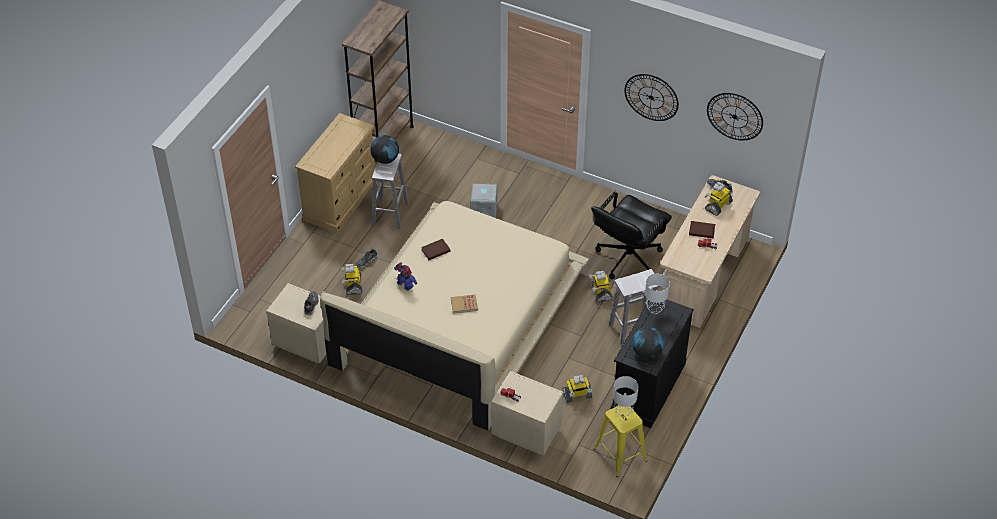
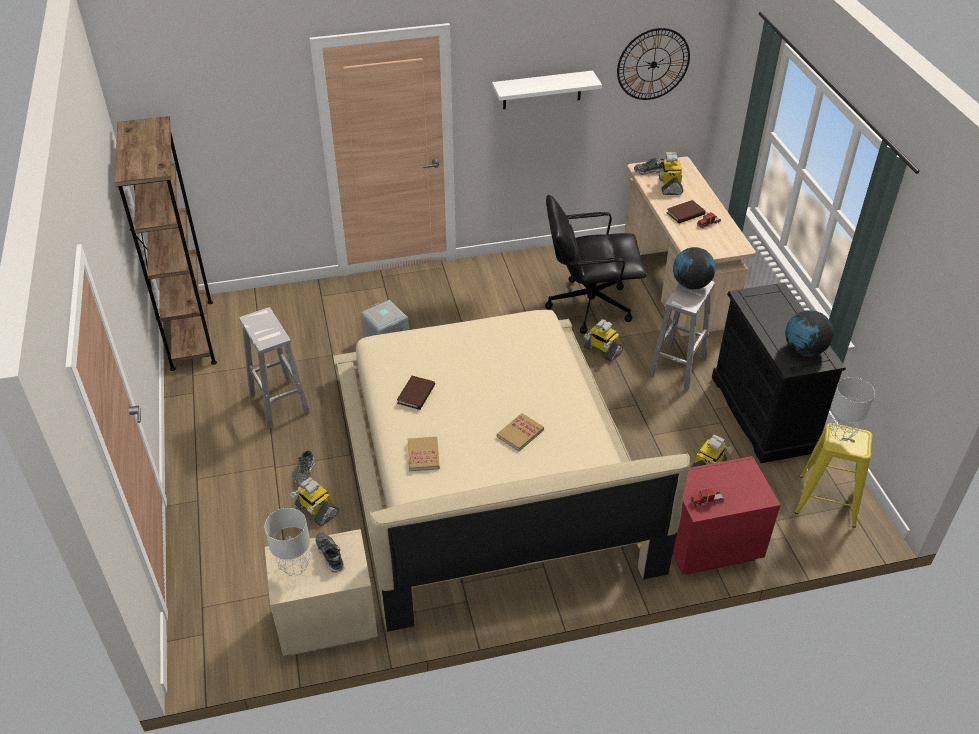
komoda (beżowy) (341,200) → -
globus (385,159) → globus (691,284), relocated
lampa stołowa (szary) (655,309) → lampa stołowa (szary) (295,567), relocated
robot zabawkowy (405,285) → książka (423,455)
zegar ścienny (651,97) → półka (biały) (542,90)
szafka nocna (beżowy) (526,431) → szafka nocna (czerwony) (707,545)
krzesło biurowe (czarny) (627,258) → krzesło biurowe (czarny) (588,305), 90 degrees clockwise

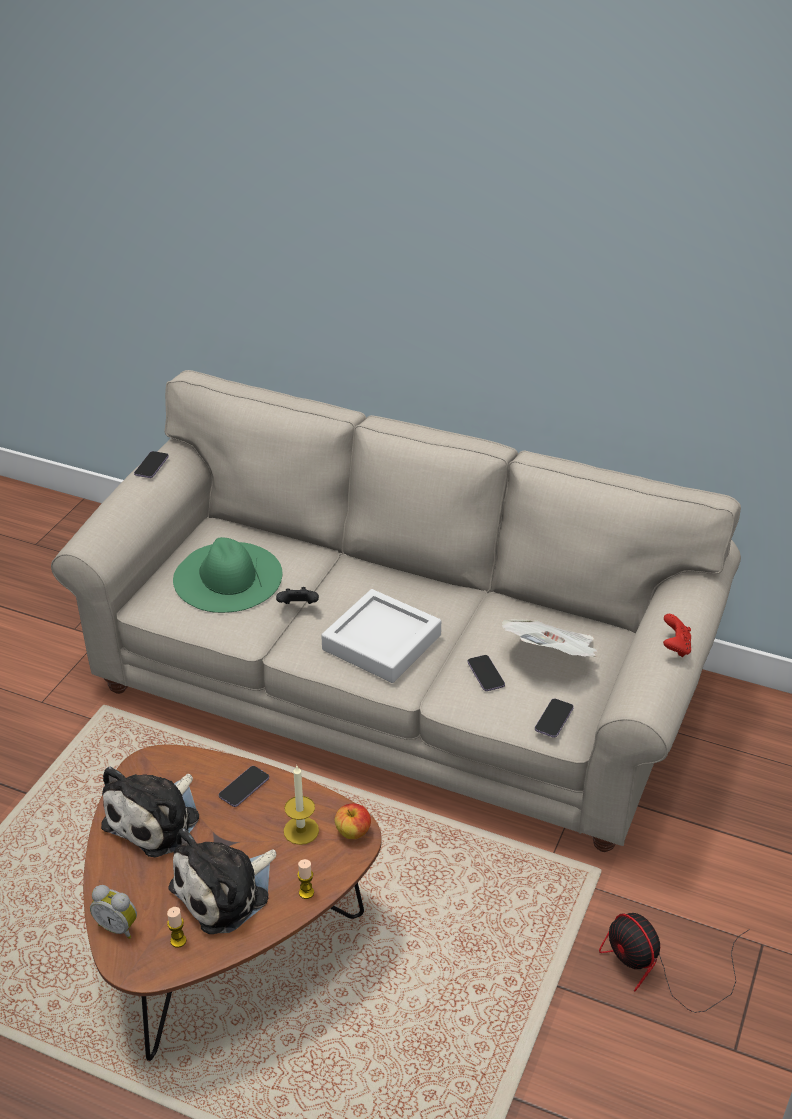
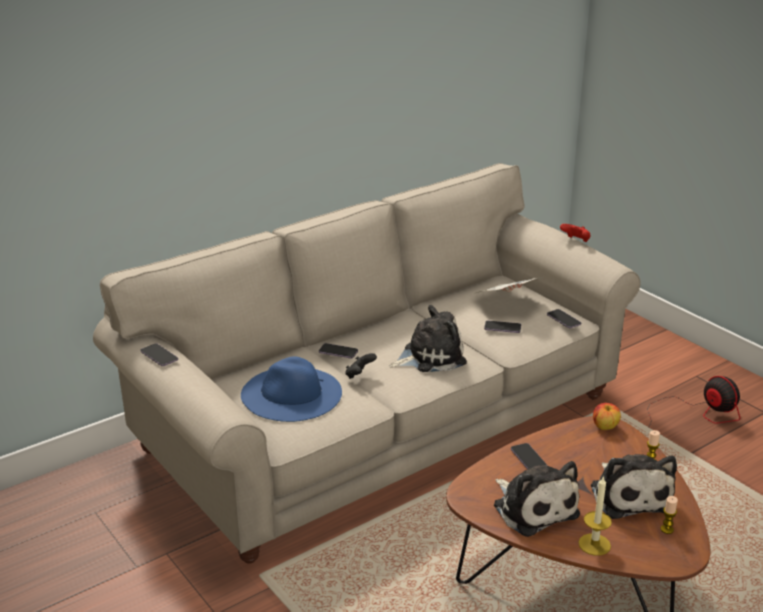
budzik (118,926) → -
- → telefon (338,352)
świeca (301,830) → świeca (594,544), relocated
taca (szary) (381,642) → pluszak (430,356)
kapelusz (zielony) (227,576) → kapelusz (niebieski) (291,393)
wentylator (660,969) → wentylator (697,414), 120 degrees counterclockwise

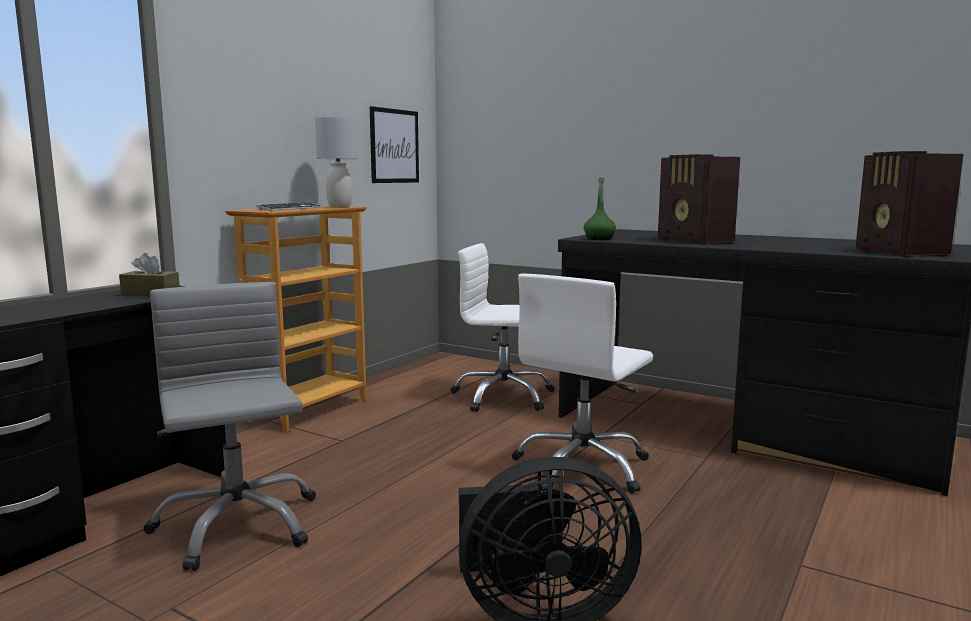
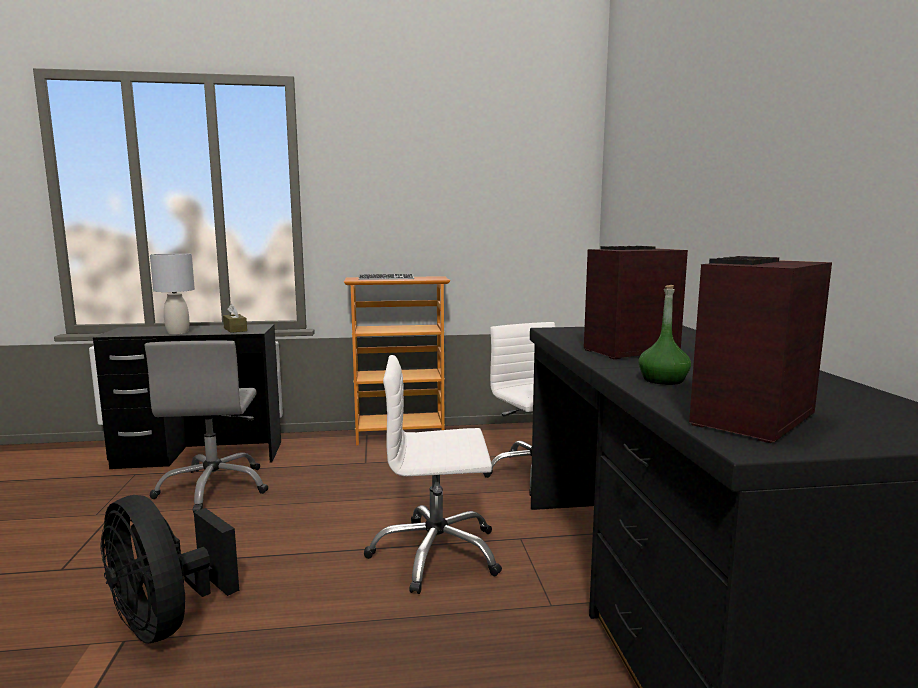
obraz (394,146) → -
lampa stołowa (szary) (339,206) → lampa stołowa (szary) (178,332), relocated
butelka (zielony) (599,239) → butelka (zielony) (663,380), relocated
krzesło biurowe (szary) (236,525) → krzesło biurowe (szary) (214,488), 150 degrees clockwise
radio (695,241) → radio (628,351), 45 degrees clockwise

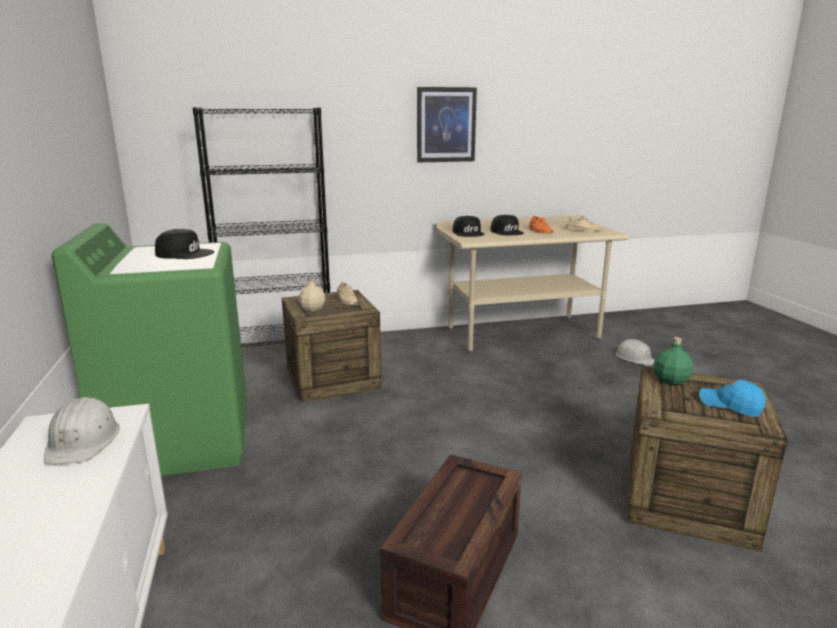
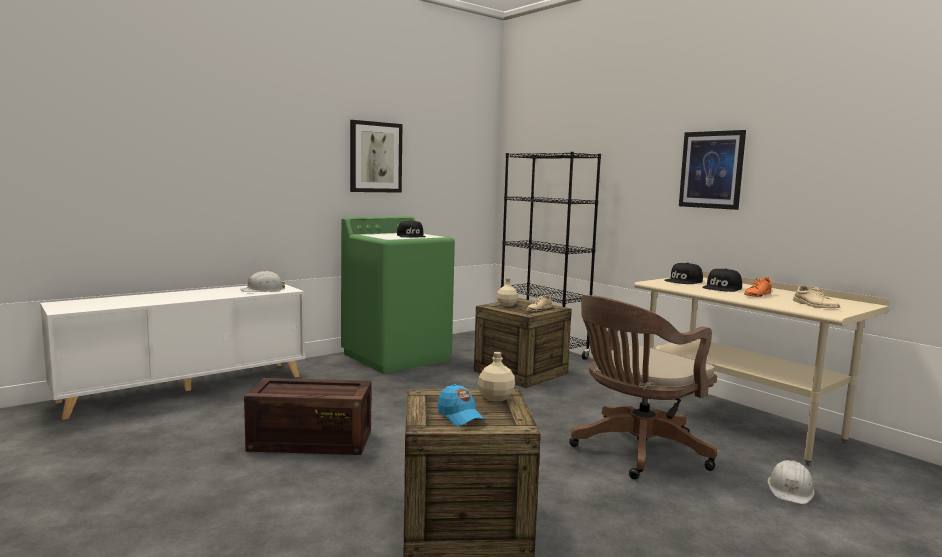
- → obraz (375,157)
- → krzesło biurowe (brązowy) (636,451)
butelka (zielony) (670,380) → butelka (beżowy) (496,397)
czapka z daszkiem (niebieski) (730,405) → czapka z daszkiem (niebieski) (460,417), 135 degrees clockwise

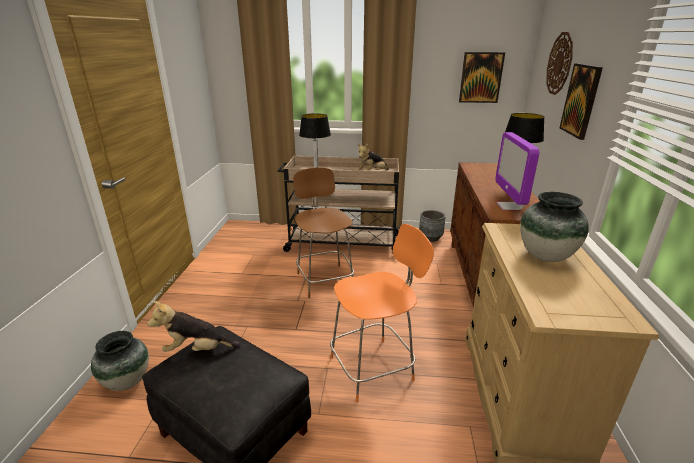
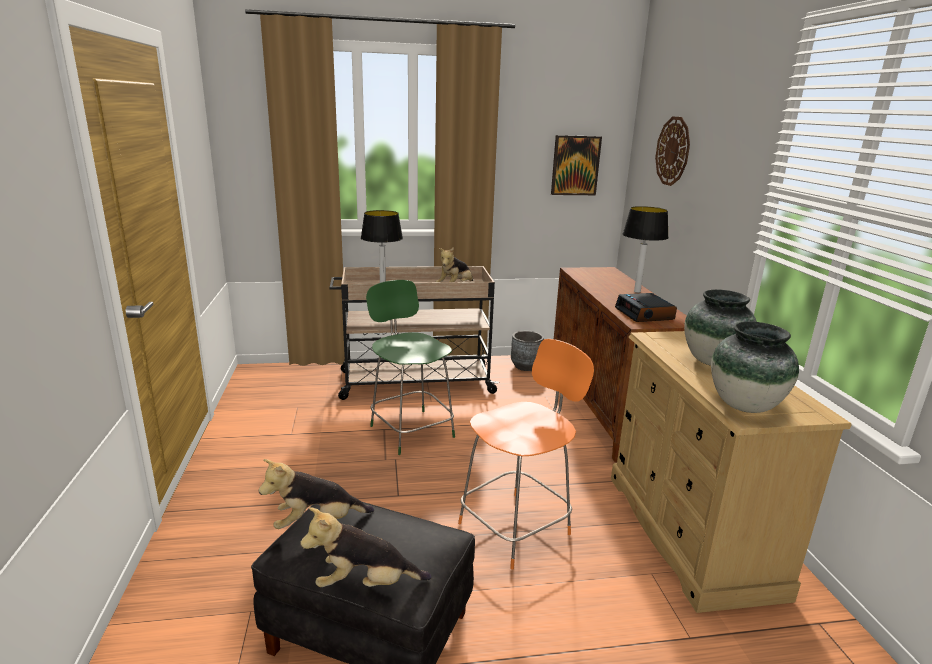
obraz (581,100) → -
- → pluszak (365,583)
wazon (128,381) → wazon (745,406), relocated
monitor (509,206) → budzik (645,314)
krzesło (brązowy) (324,279) → krzesło (zielony) (410,430)

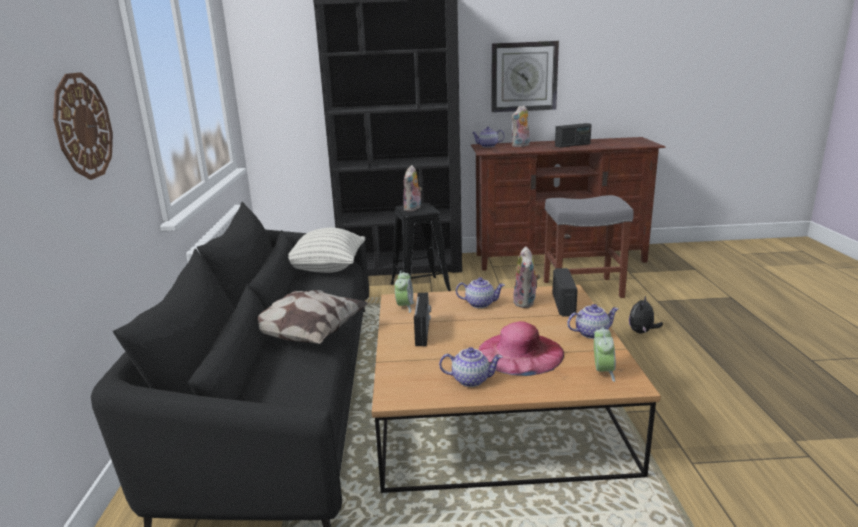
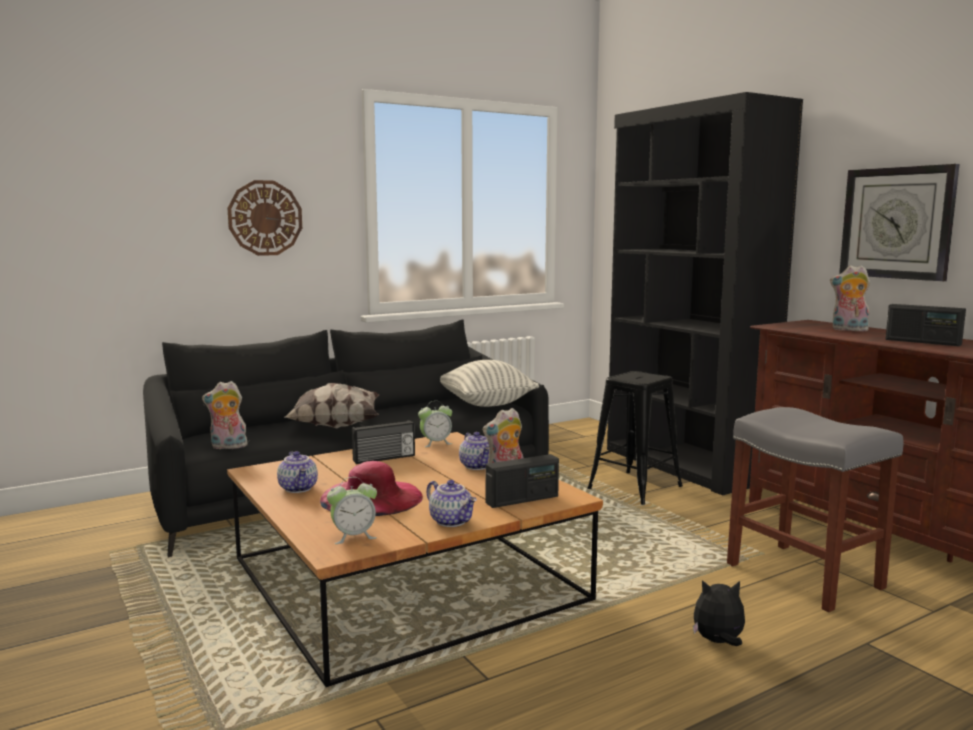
imbryk (487,146) → -
pluszak (413,209) → pluszak (228,447), relocated

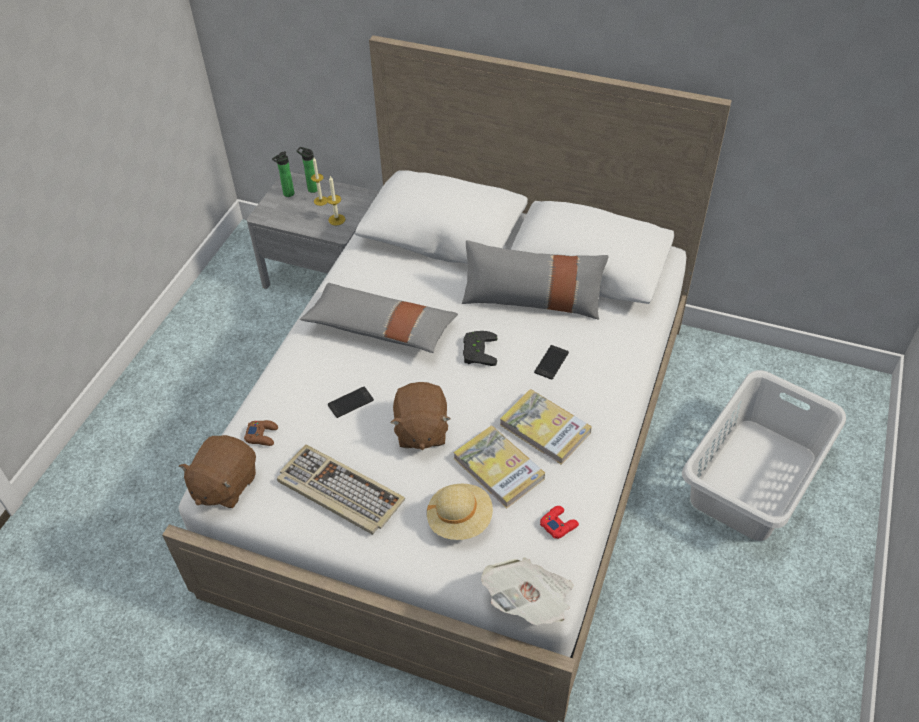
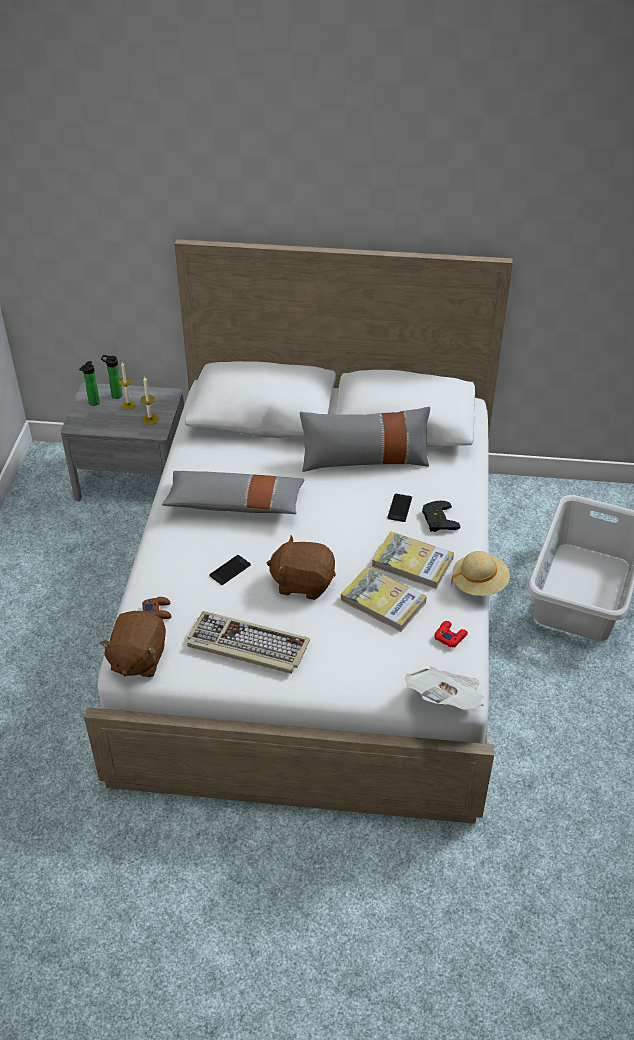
kapelusz (beżowy) (460,520) → kapelusz (beżowy) (479,584), relocated
pad do gier (czarny) (477,351) → pad do gier (czarny) (437,519), relocated
pluszak (brązowy) (421,430) → pluszak (brązowy) (303,582), 120 degrees clockwise

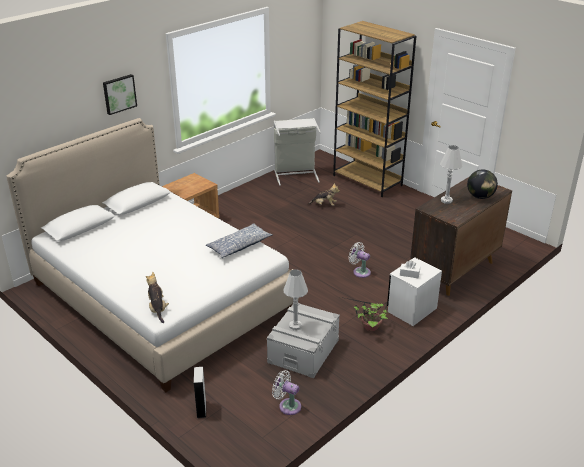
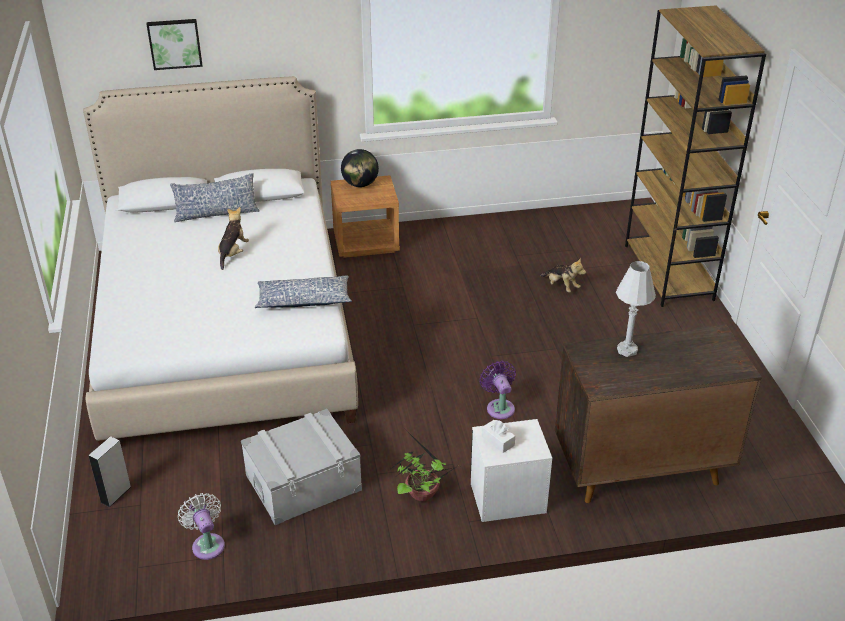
kosz na pranie (szary) (295,174) → -
lampa stołowa (biały) (295,326) → -
- → poduszka (216,213)
obraz (119,94) → obraz (175,43), relocated
pluszak (157,309) → pluszak (233,253), relocated
globus (480,197) → globus (360,184), relocated
wentylator (biały) (360,271) → wentylator (fioletowy) (499,407)

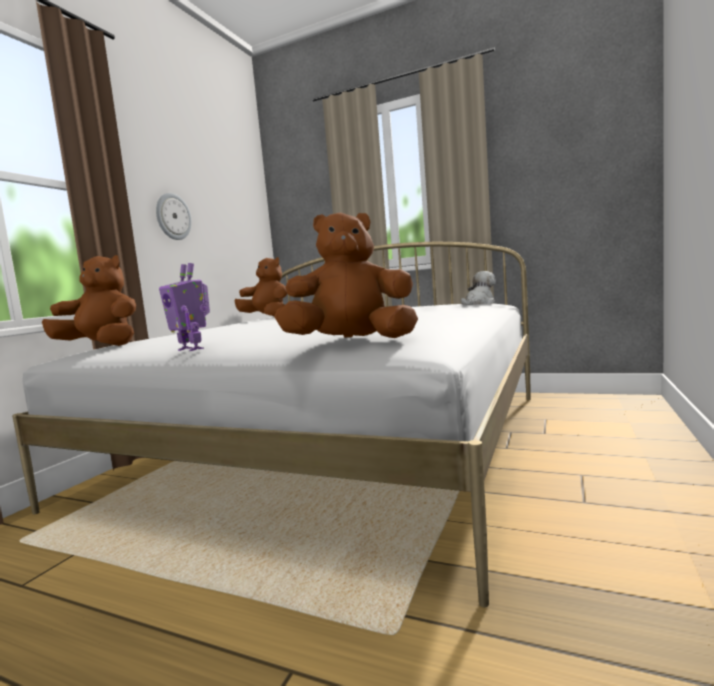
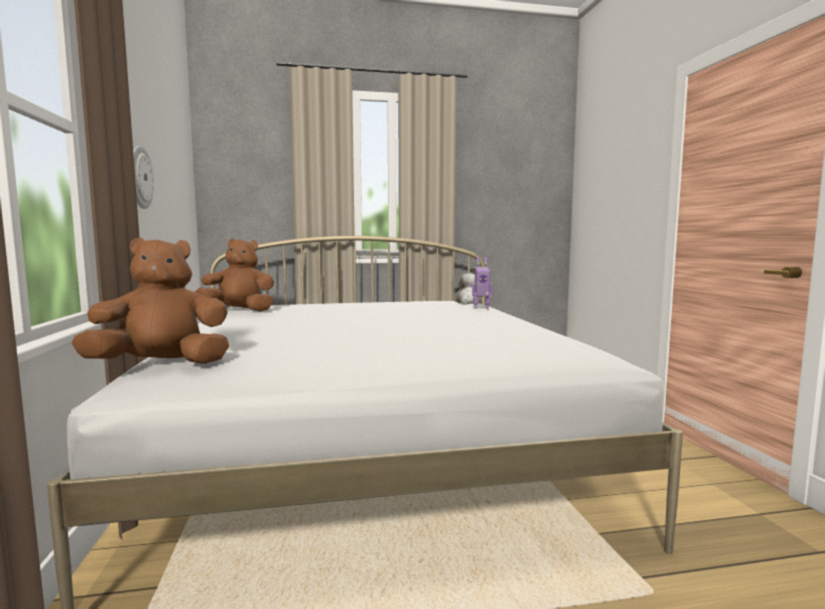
pluszak (brązowy) (352,341) → -
robot zabawkowy (192,349) → robot zabawkowy (481,308), relocated

